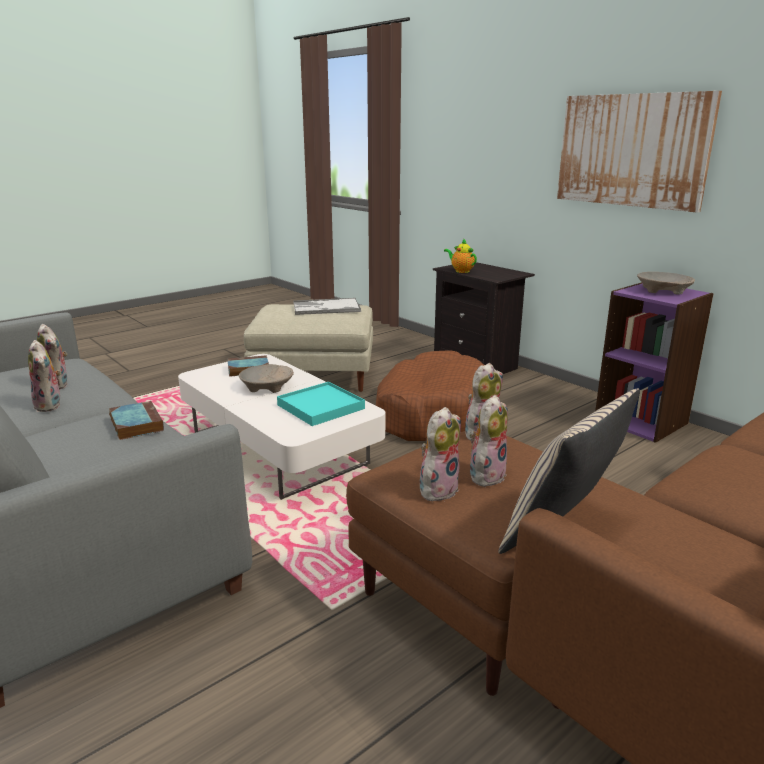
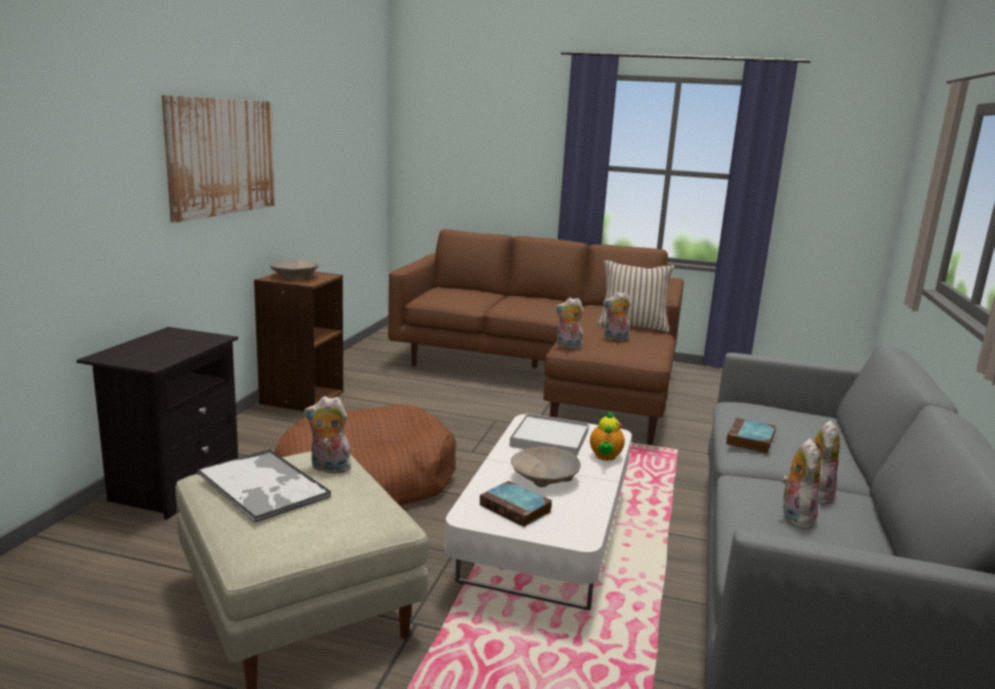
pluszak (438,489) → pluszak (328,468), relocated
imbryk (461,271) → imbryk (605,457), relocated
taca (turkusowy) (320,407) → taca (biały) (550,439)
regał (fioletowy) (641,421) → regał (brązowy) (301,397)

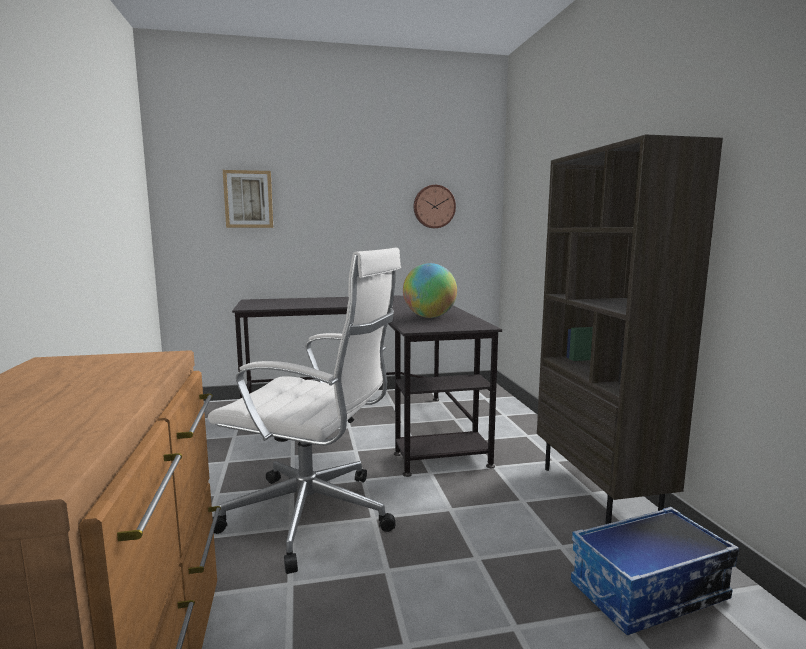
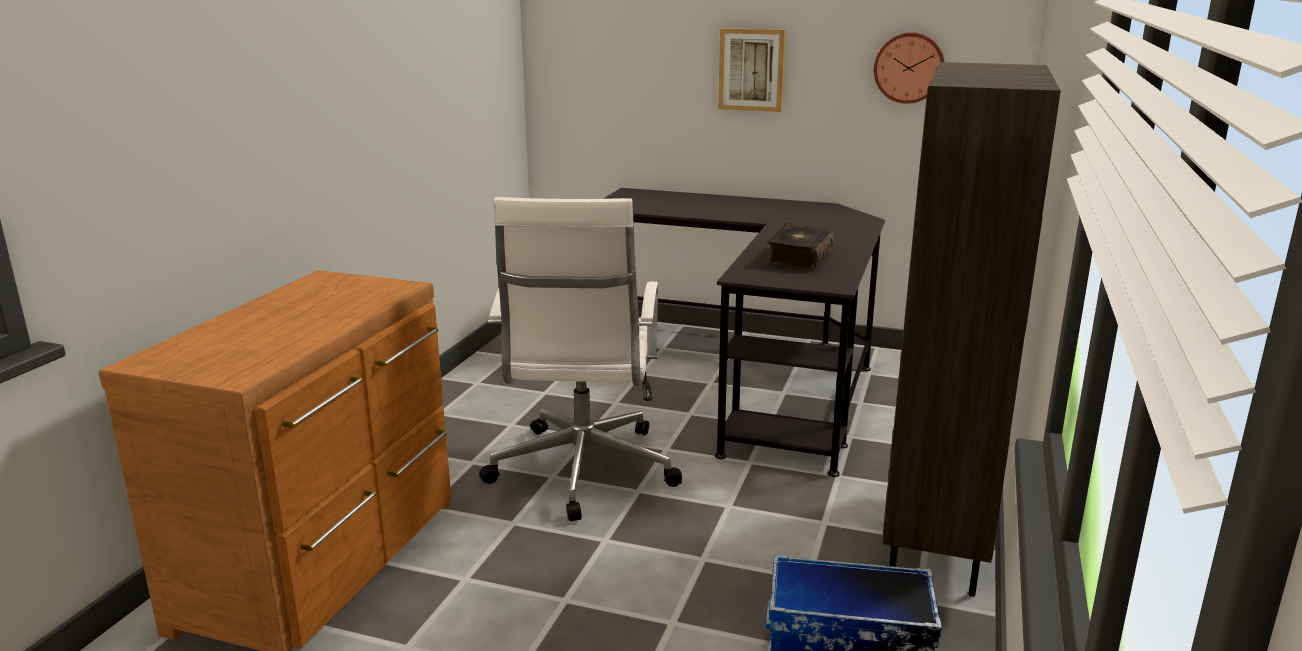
obraz (248,199) → obraz (751,69), relocated
globus (429,317) → książka (798,257)
krzesło biurowe (biały) (313,516) → krzesło biurowe (biały) (582,472), 45 degrees clockwise

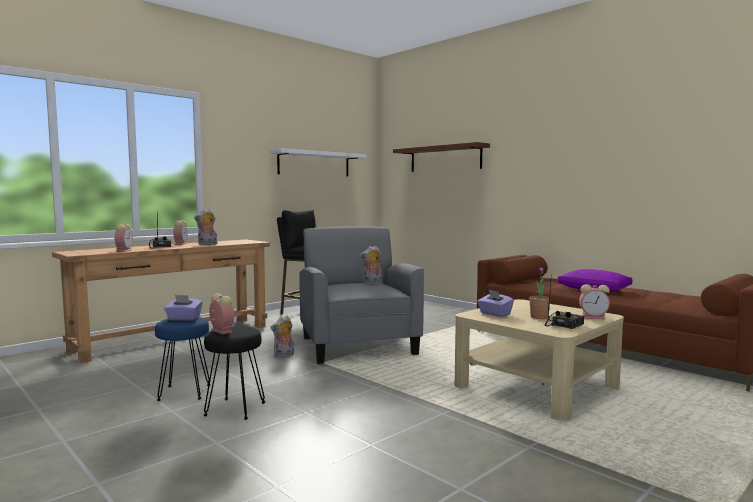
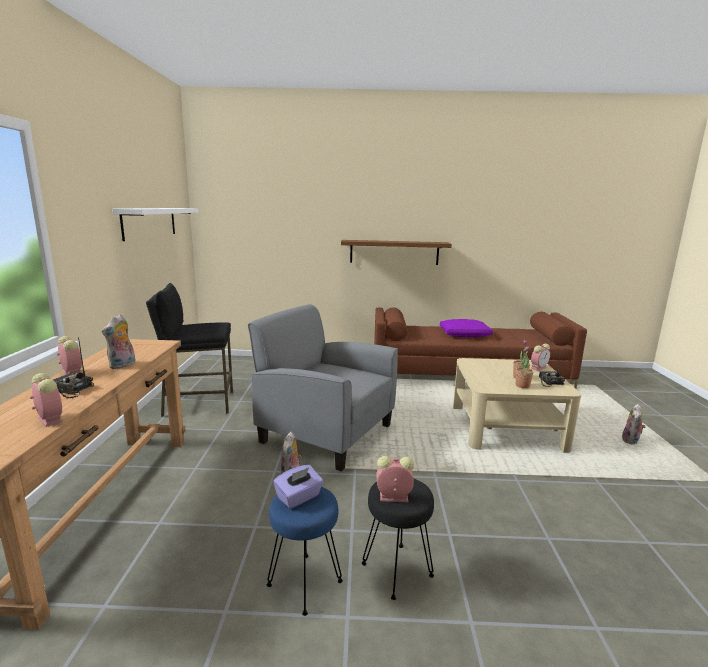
pudełko chusteczek (fioletowy) (495,314) → -
- → roślina doniczkowa (522,385)
pluszak (372,284) → pluszak (631,441), relocated
półka (brązowy) (445,158) → półka (brązowy) (394,252), relocated

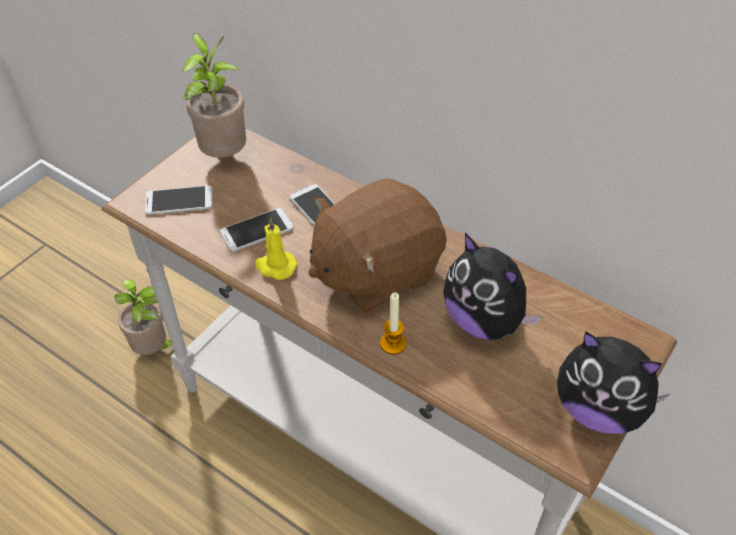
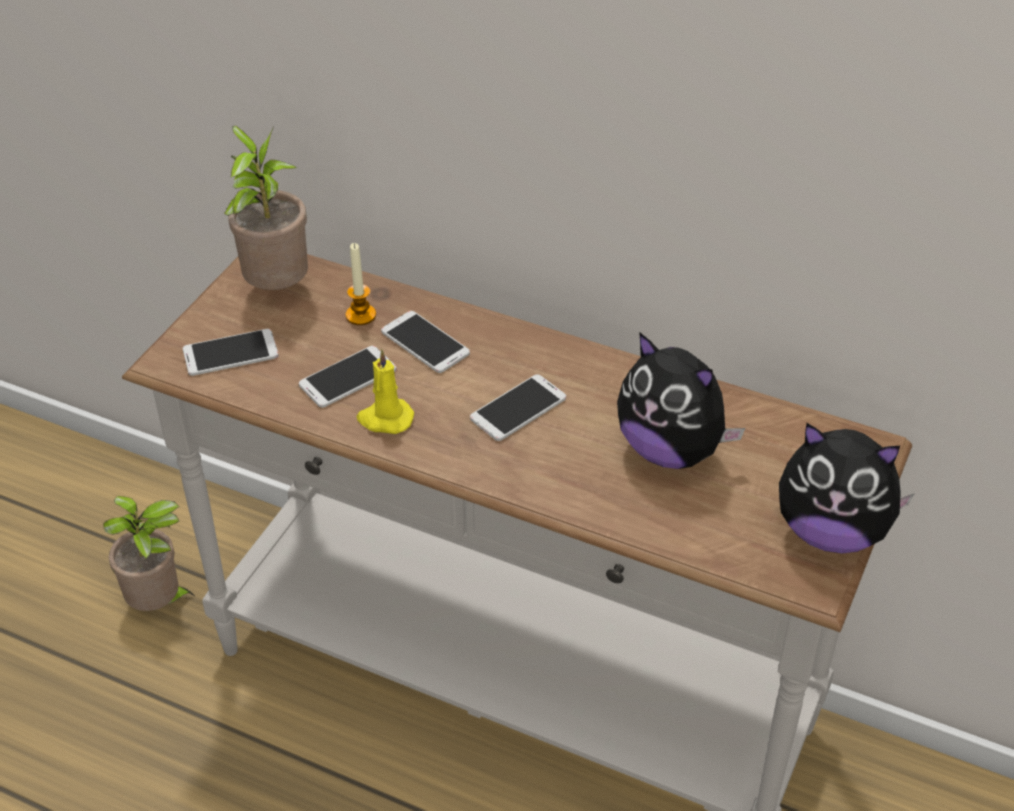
świeca (393,343) → świeca (361,315), relocated
pluszak (brązowy) (375,271) → telefon (518,408)

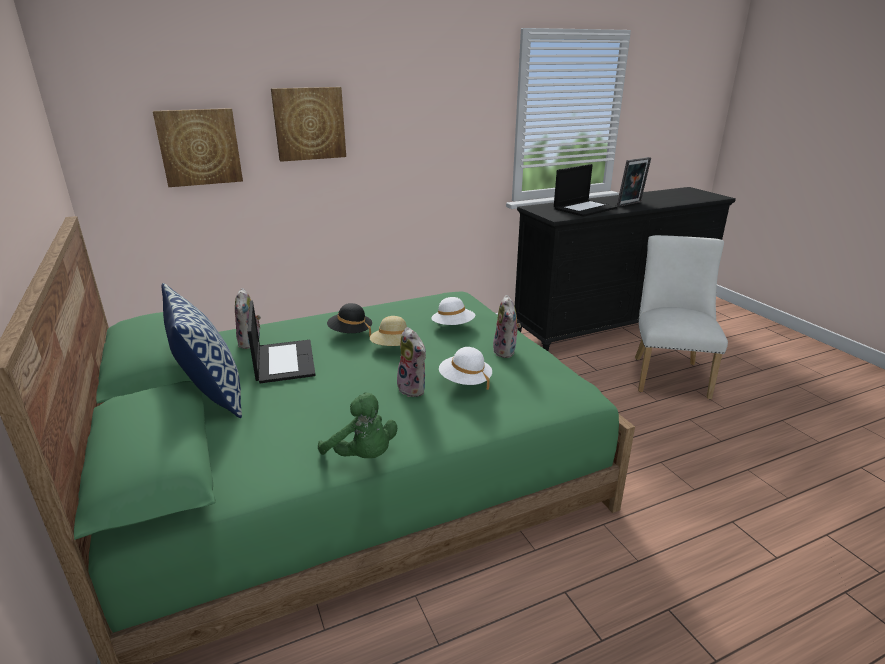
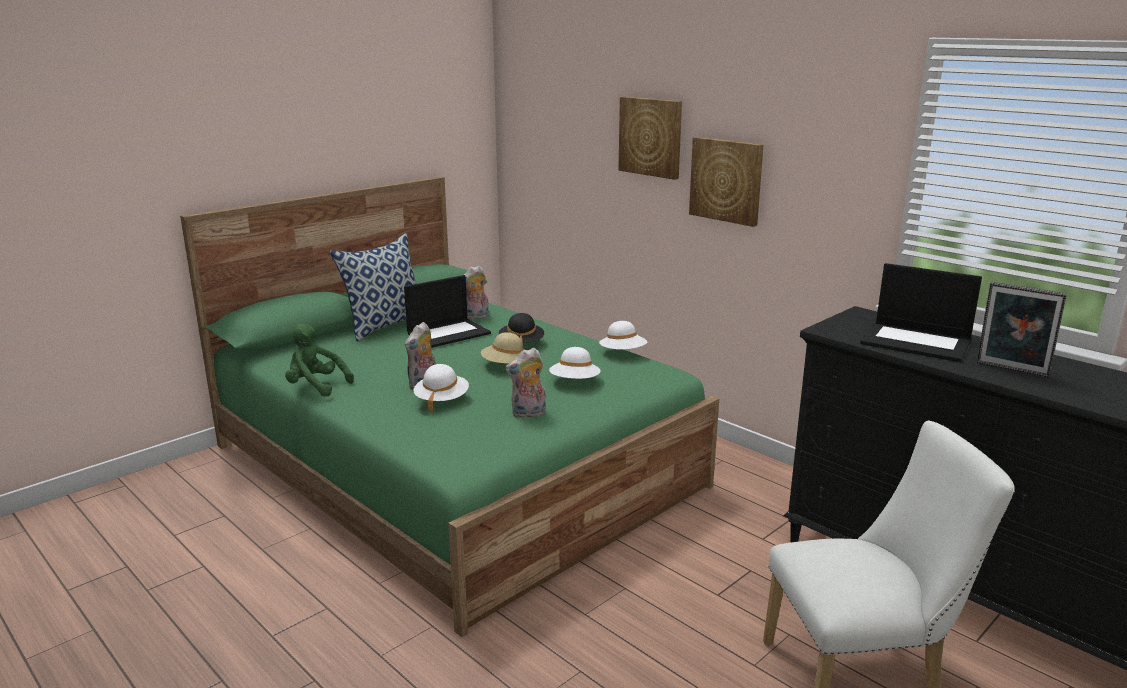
- → kapelusz (biały) (623,353)
obraz (199,147) → obraz (726,180), relocated
pluszak (zielony) (363,456) → pluszak (zielony) (316,386), 90 degrees clockwise

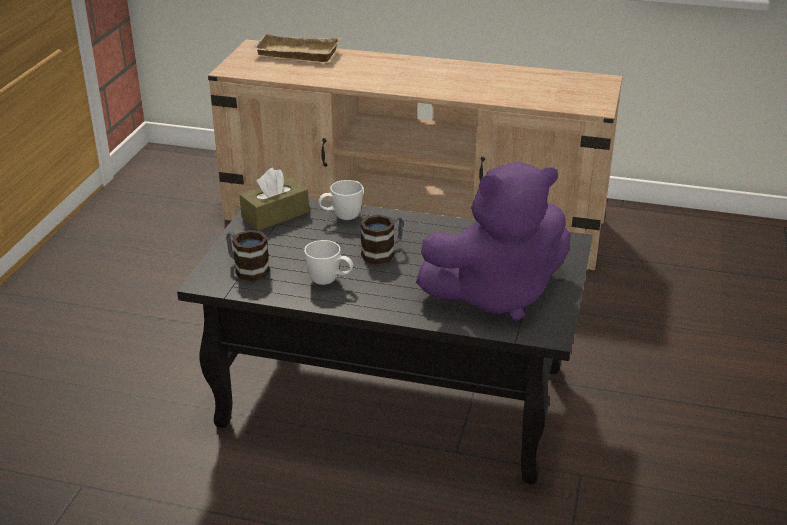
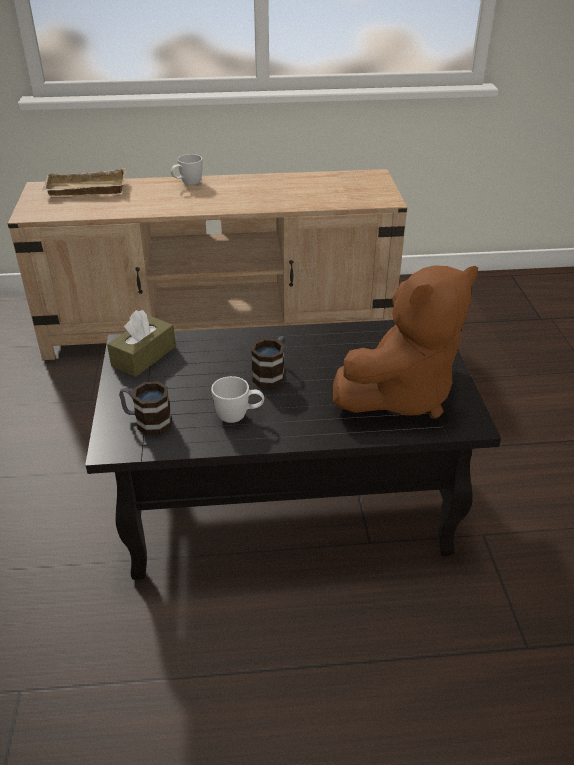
kubek (biały) (341,217) → kubek (biały) (187,184), relocated
pluszak (fioletowy) (496,294) → pluszak (brązowy) (401,395)

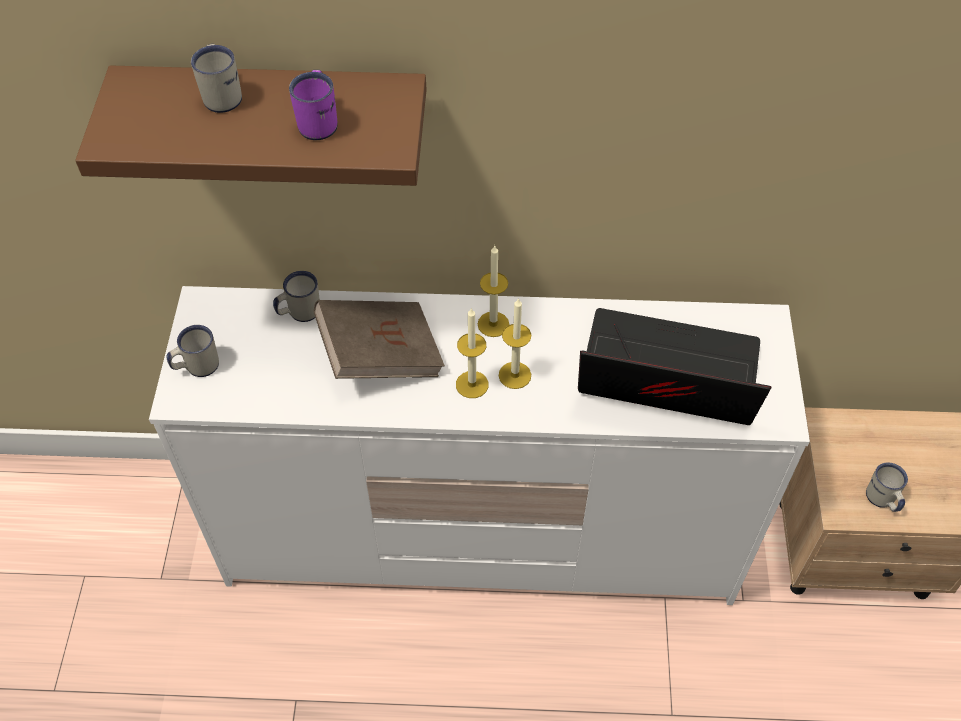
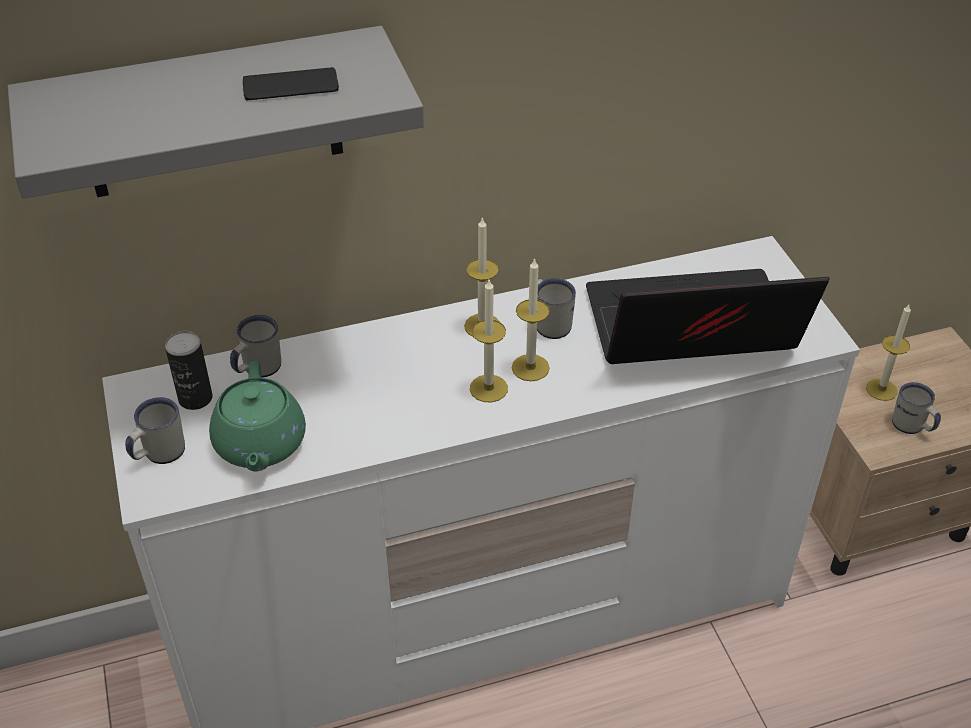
książka (brązowy) (380,355) → -
- → puszka (195,398)
- → imbryk (zielony) (260,445)
- → świeca (881,389)
kubek (biały) (222,95) → kubek (biały) (549,322), relocated
kubek (fioletowy) (319,121) → telefon (290,85)
półka (brązowy) (275,115) → półka (szary) (211,115)

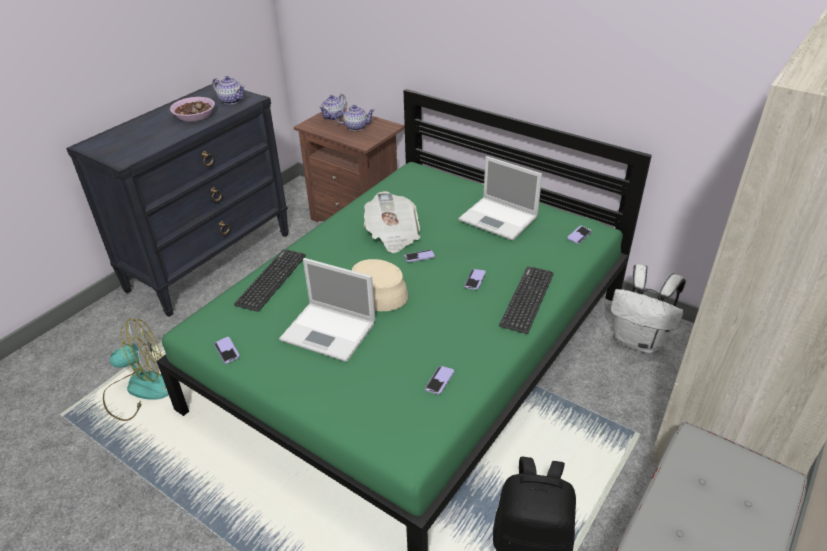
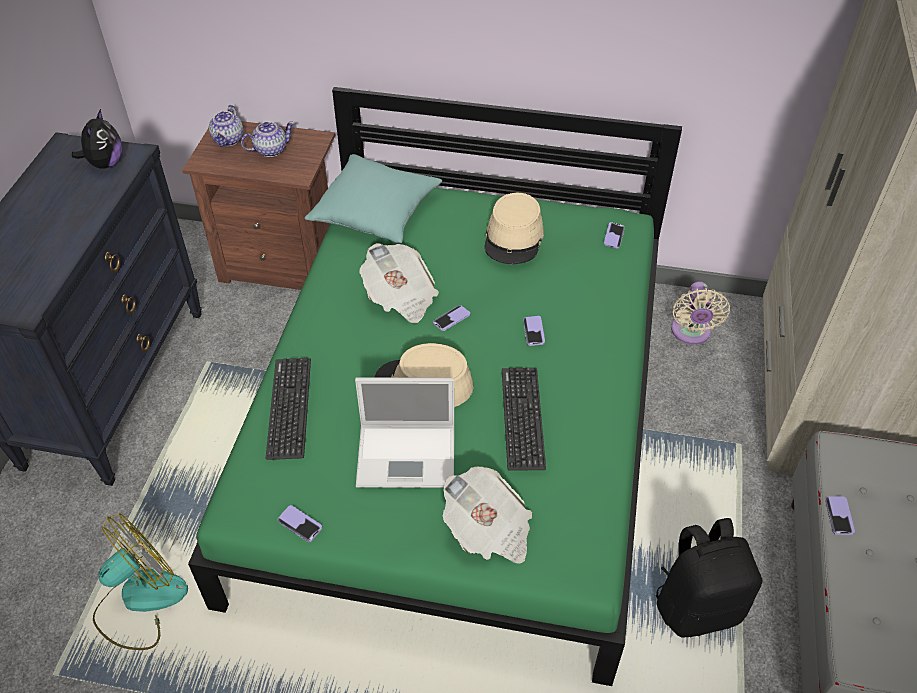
miska (195,115) → -
- → poduszka (turkusowy) (376,212)
- → gazeta (488,530)
telefon (439,381) → telefon (839,516), relocated
klawiatura (527,299) → klawiatura (522,418), relocated
imbryk (231,100) → pluszak (105,163)
laptop (499,219) → kapelusz (beżowy) (514,238)
plecak (biały) (639,341) → wentylator (beżowy) (691,333)

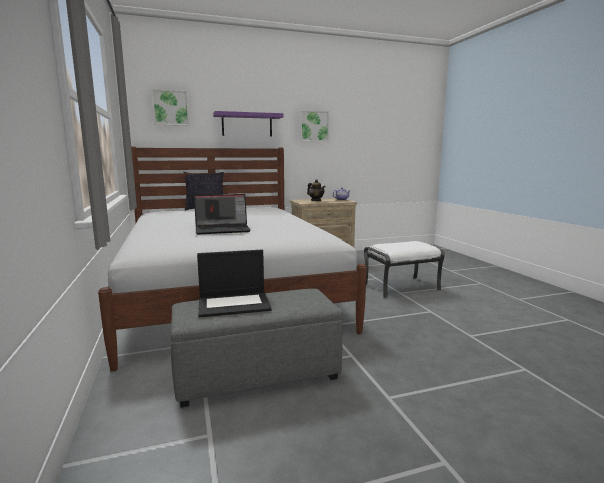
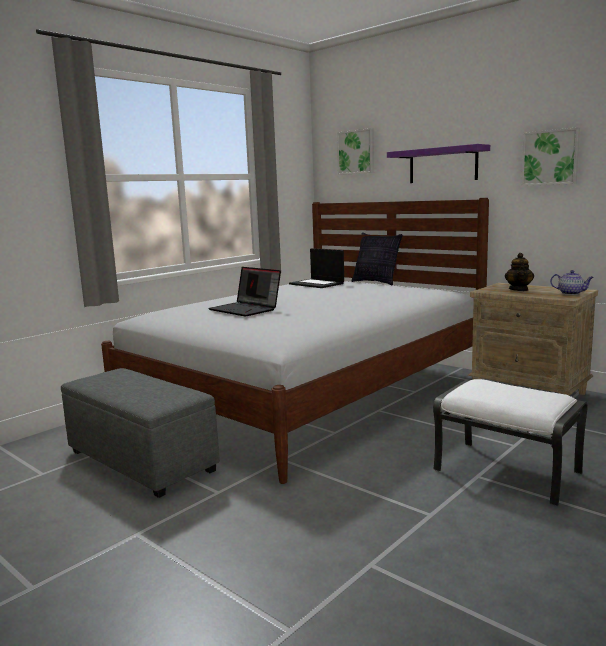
laptop (234,304) → laptop (317,284), relocated

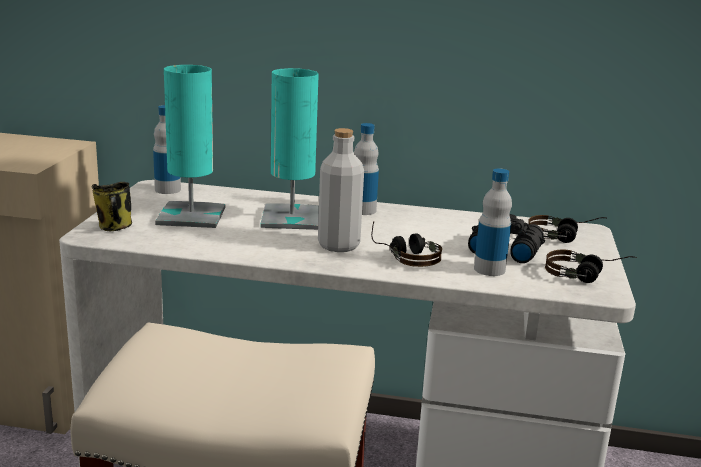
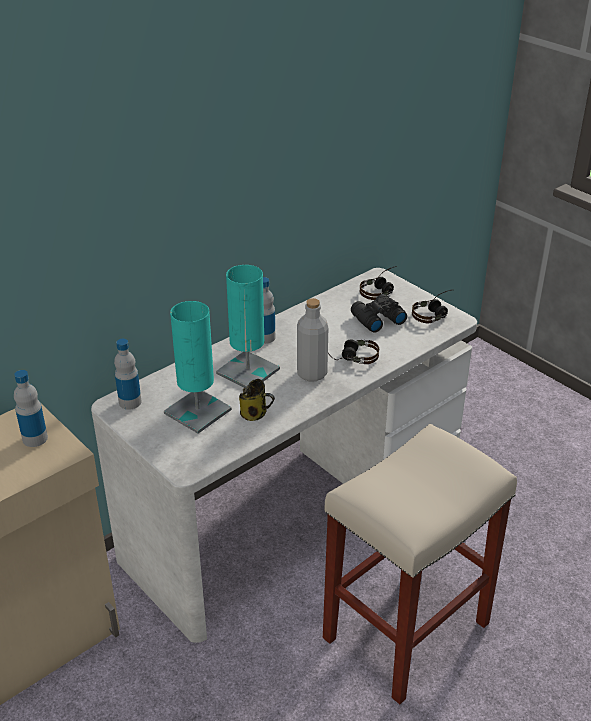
kubek (115,227) → kubek (255,414), relocated
butelka (489,269) → butelka (35,438), relocated

